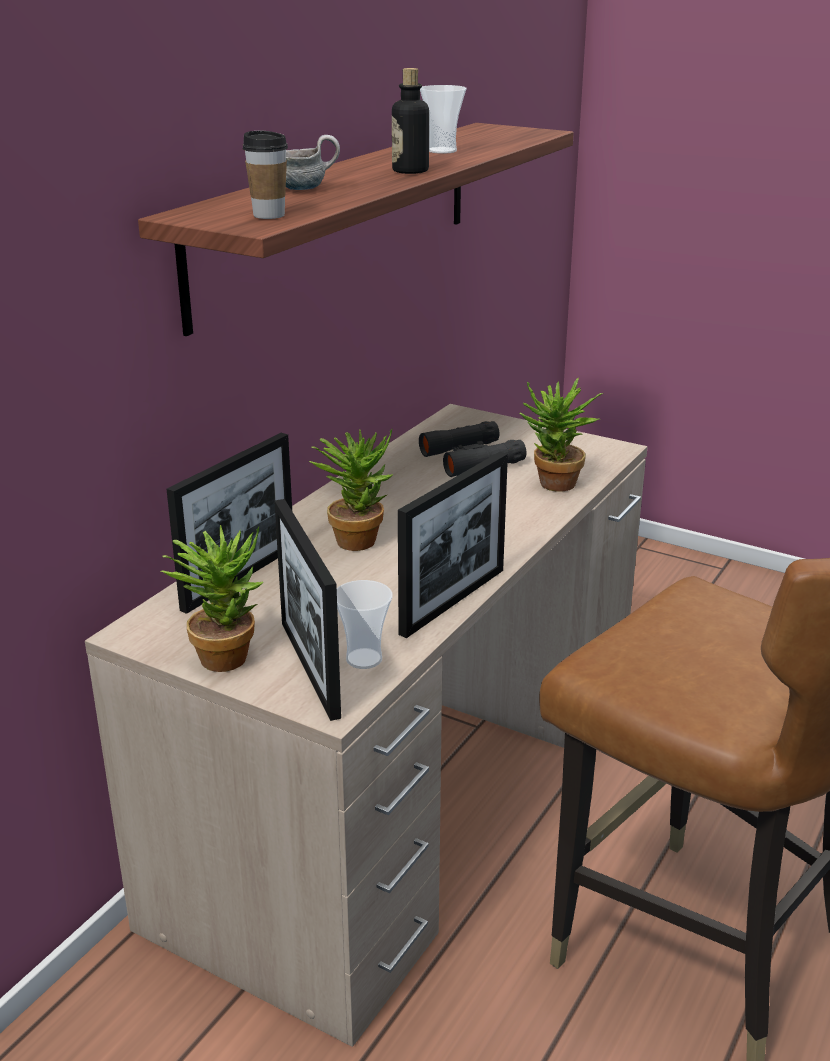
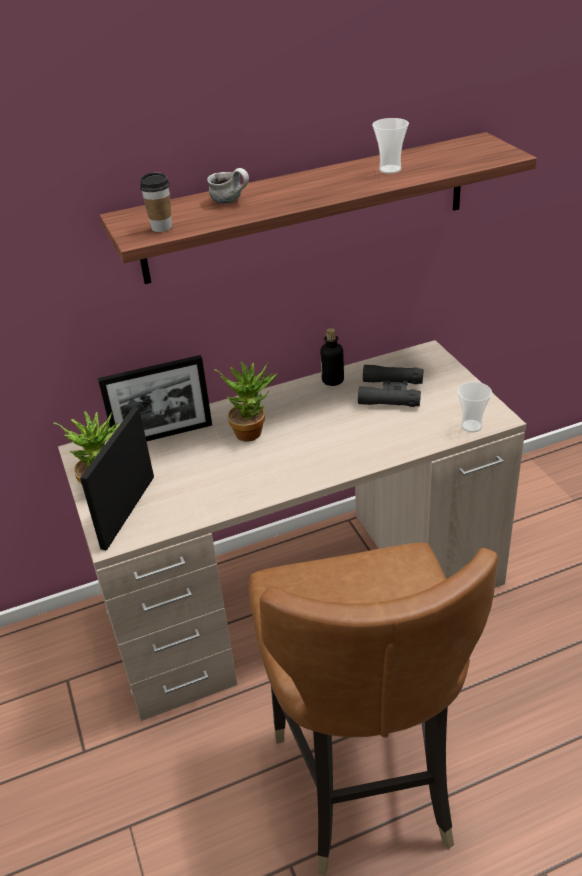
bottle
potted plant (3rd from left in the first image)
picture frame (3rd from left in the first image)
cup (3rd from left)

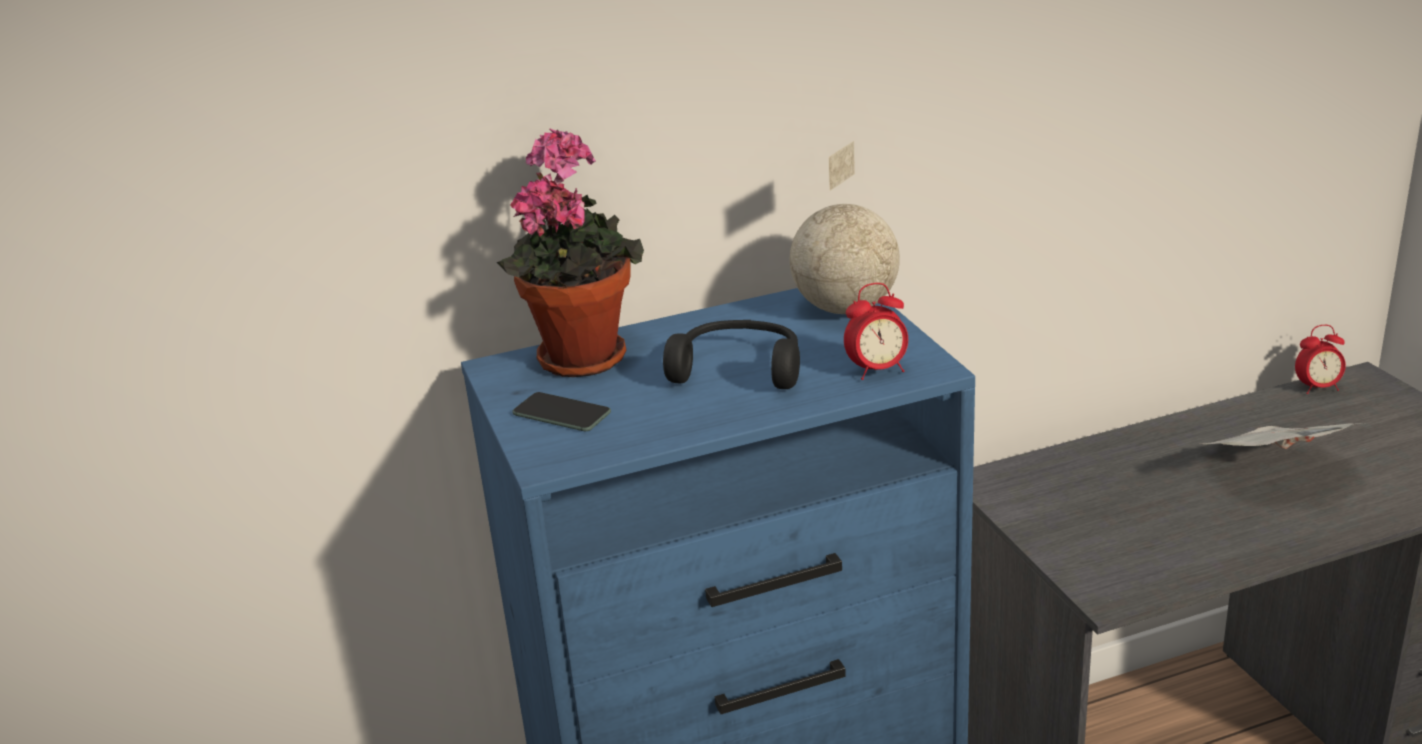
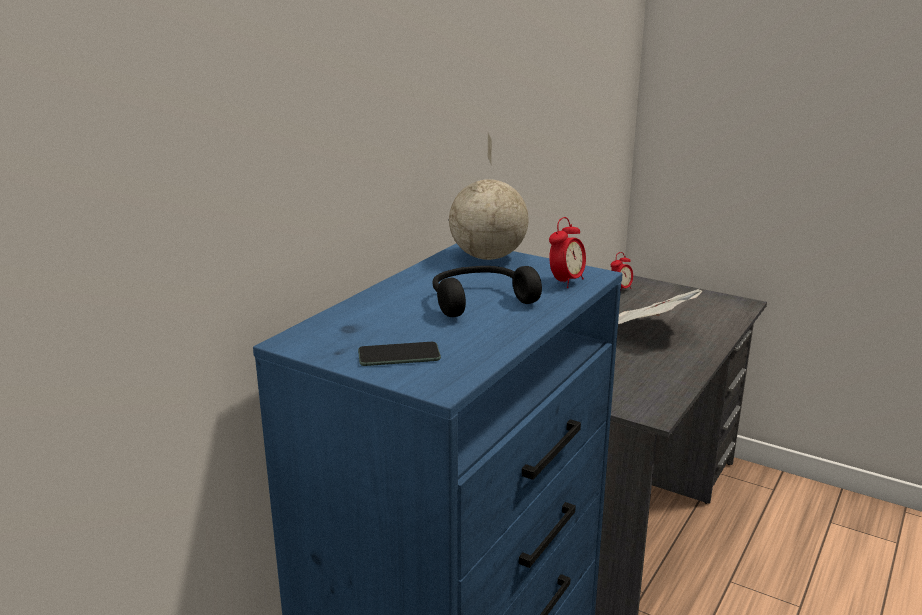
potted plant

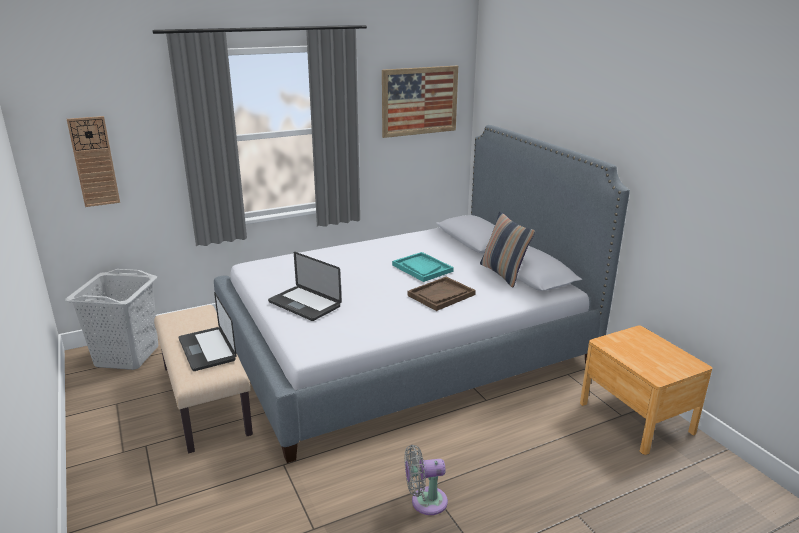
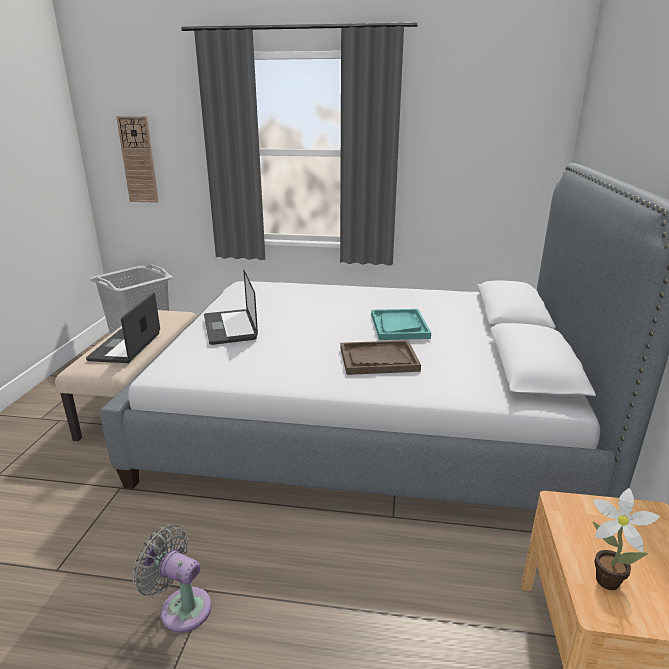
picture
pillow
potted plant

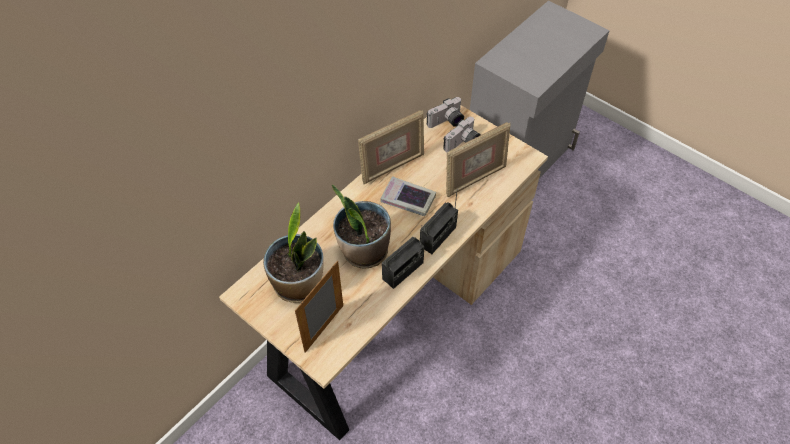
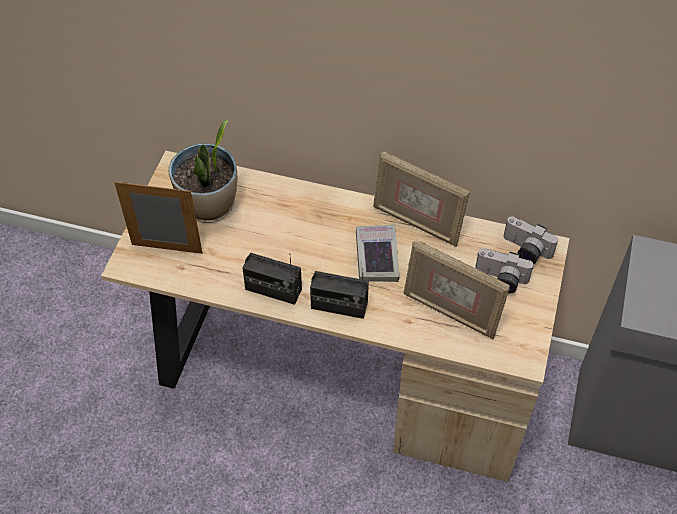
potted plant (2nd from left in the first image)

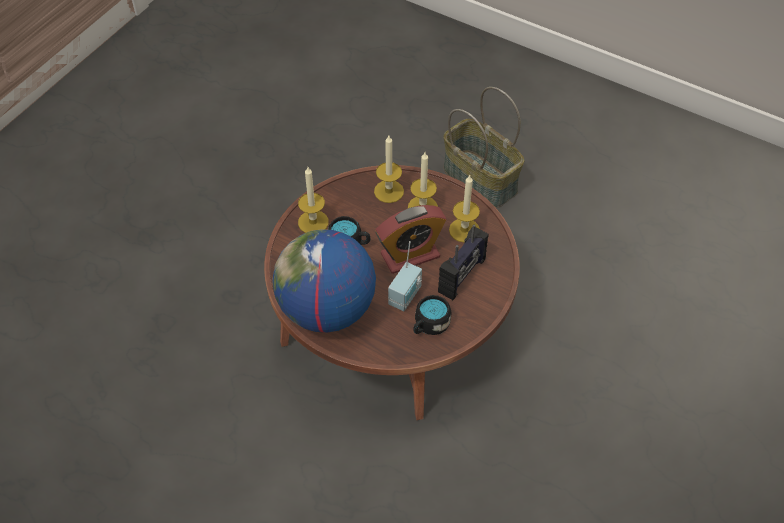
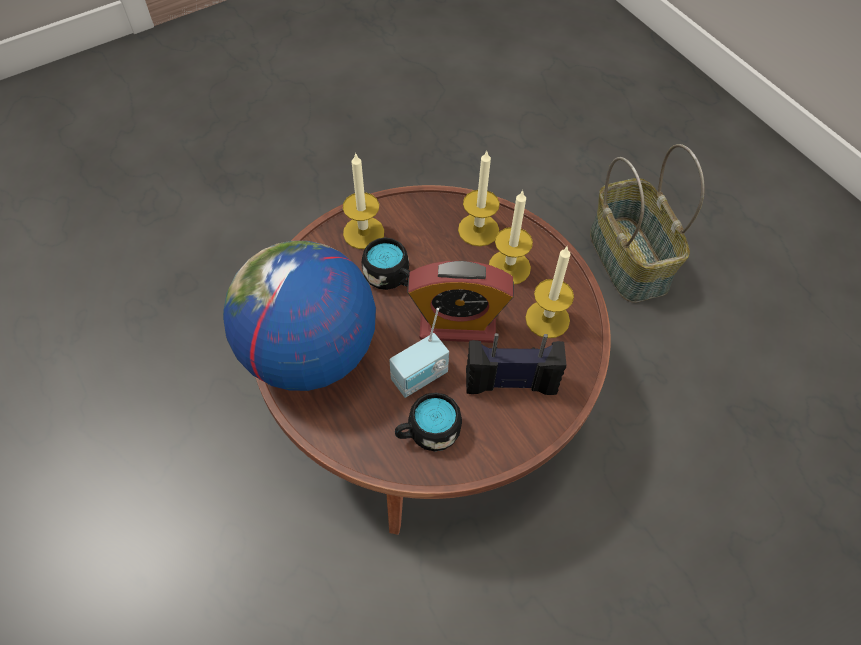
radio (2nd from left)

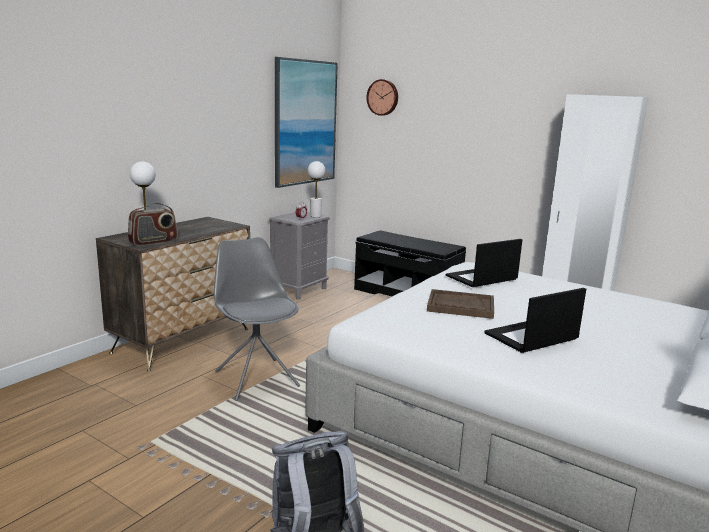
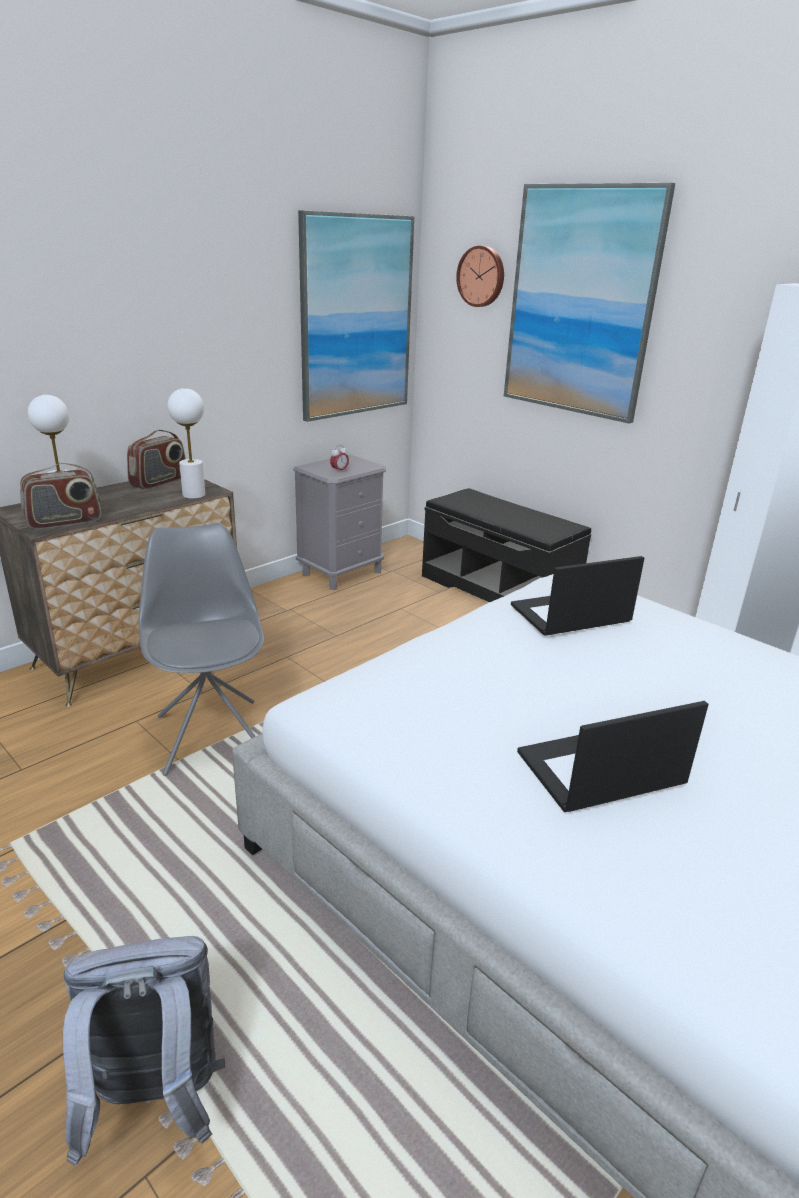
white table lamp (2nd from left)
brown tray
picture (2nd from left)
radio (2nd from left)

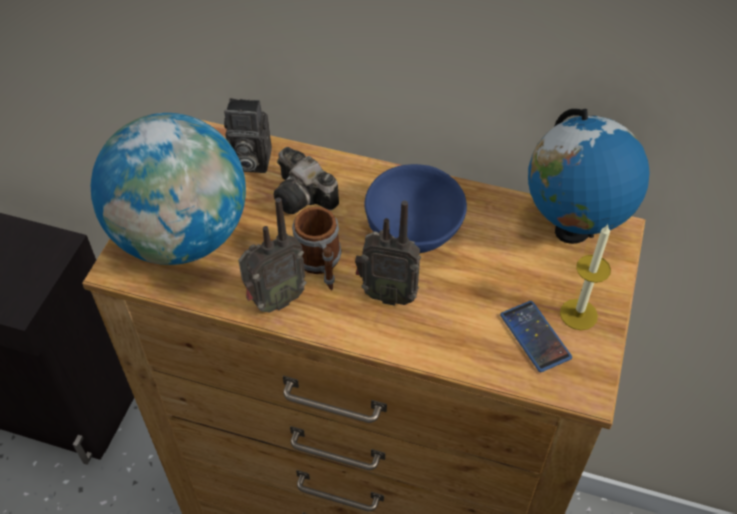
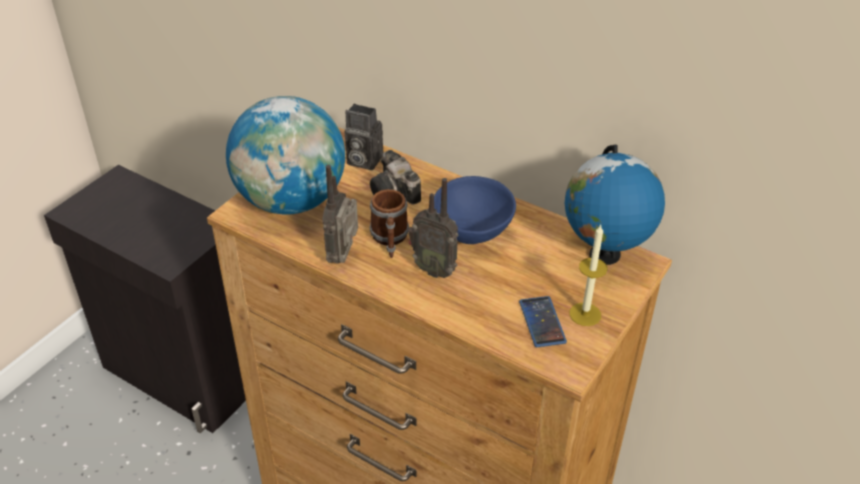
radio (1st from left)

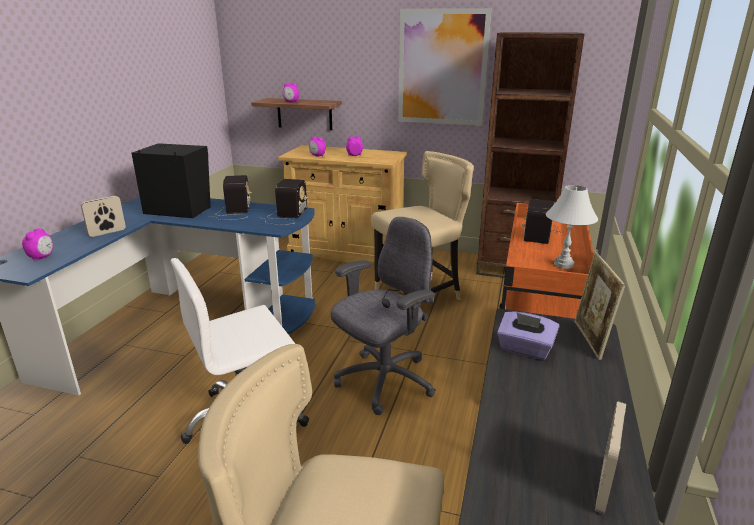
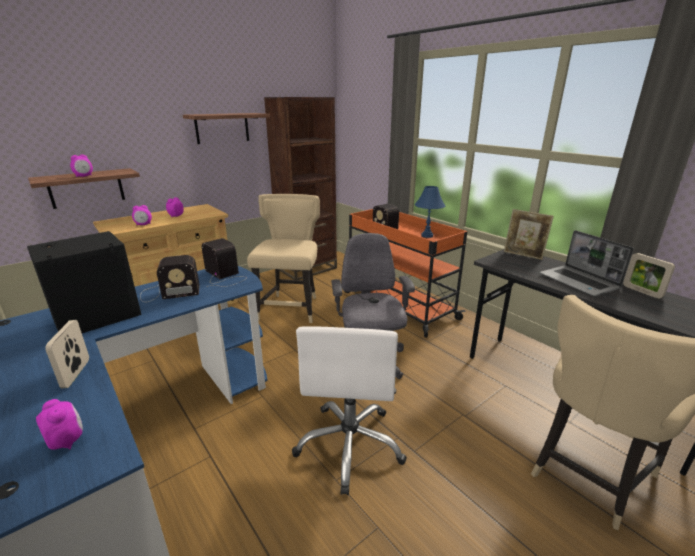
shelf (2nd from left)
radio (1st from left)
blue table lamp
purple tissue box
laptop

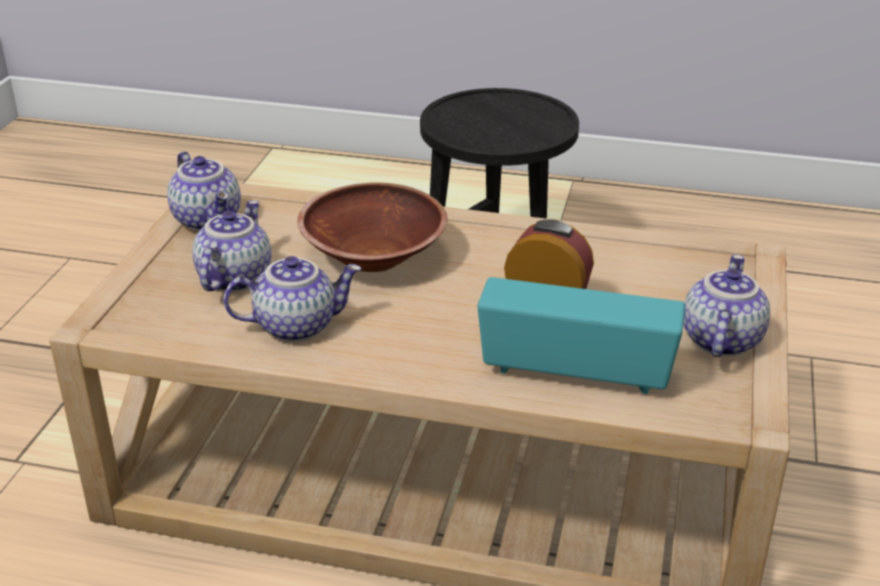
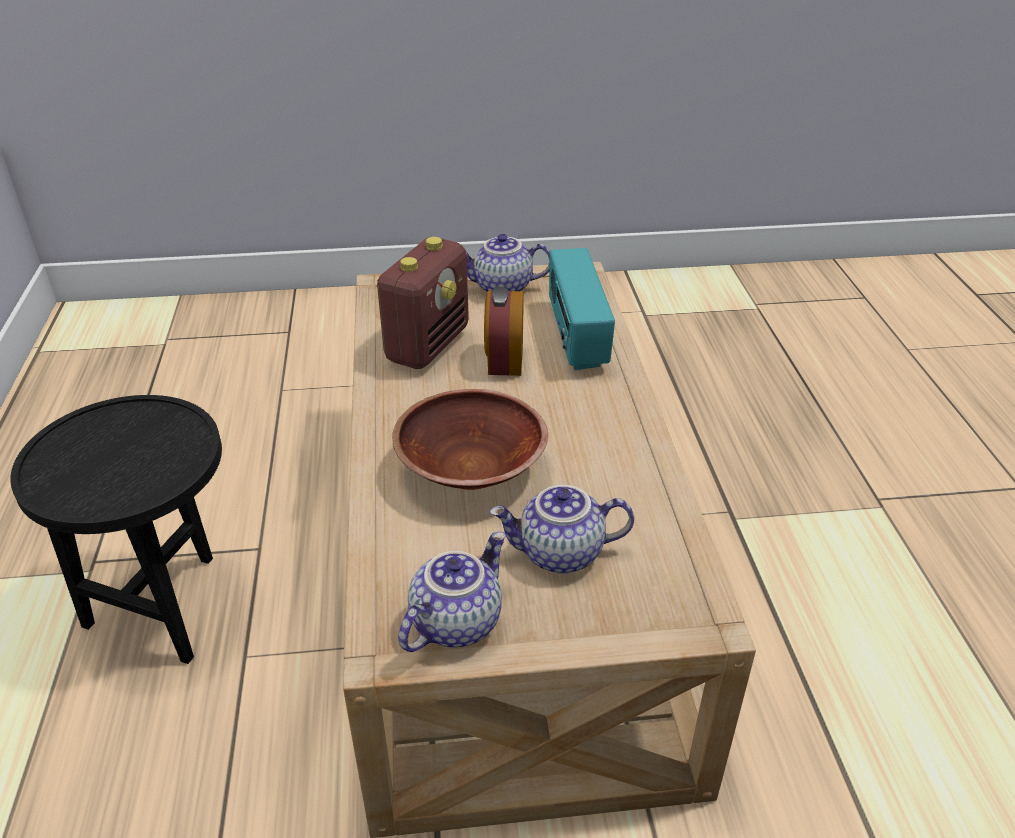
teapot (3rd from left in the first image)
radio (1st from left)

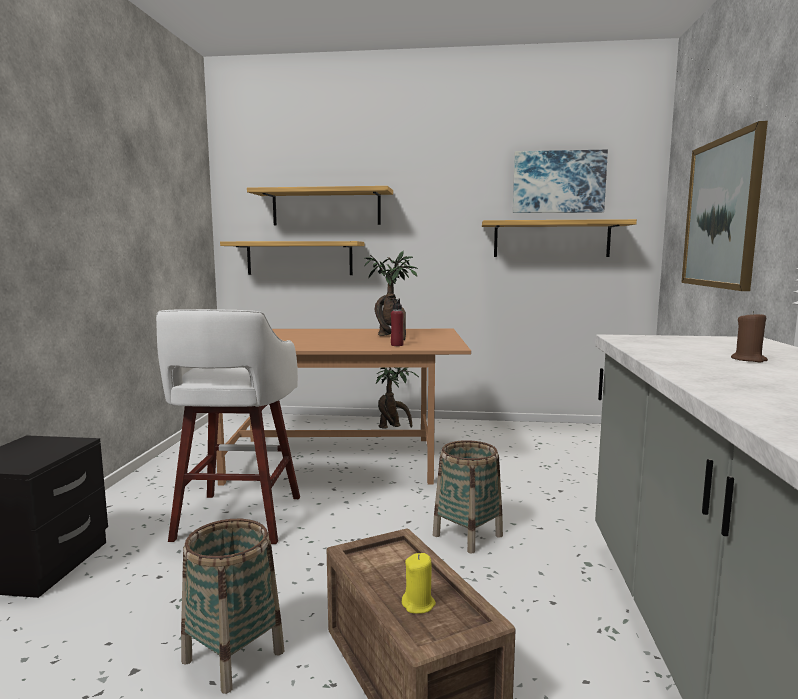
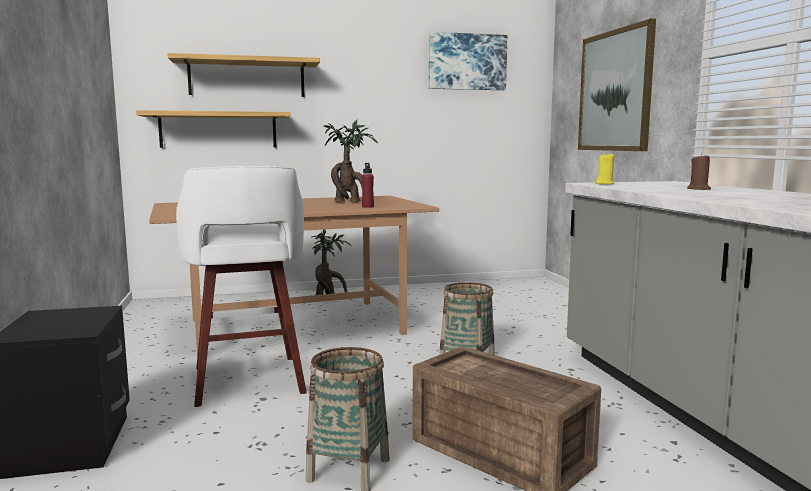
shelf (3rd from left in the first image)
yellow candle

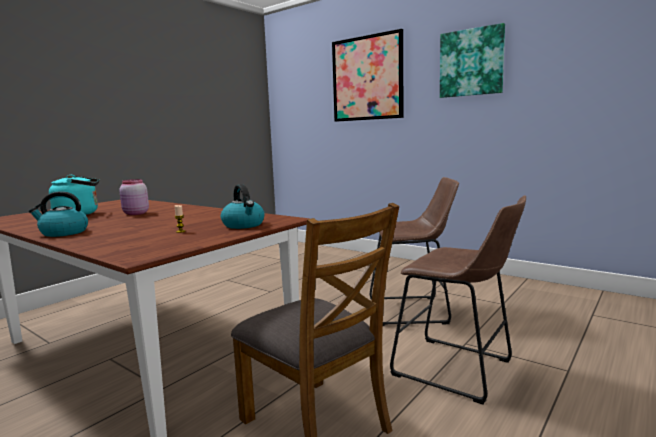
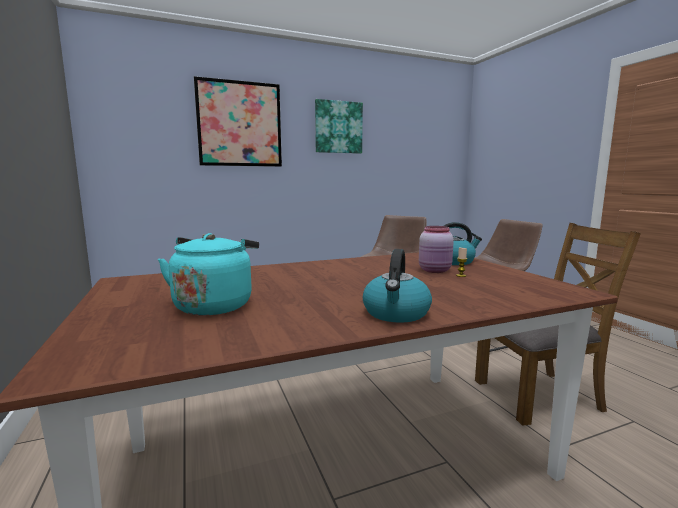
pink jar

